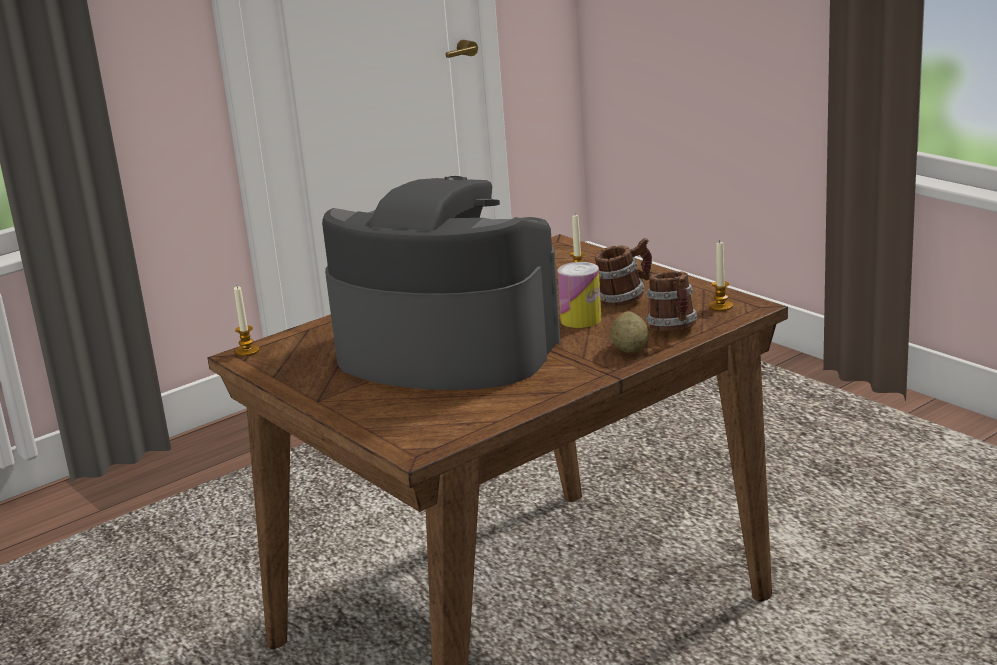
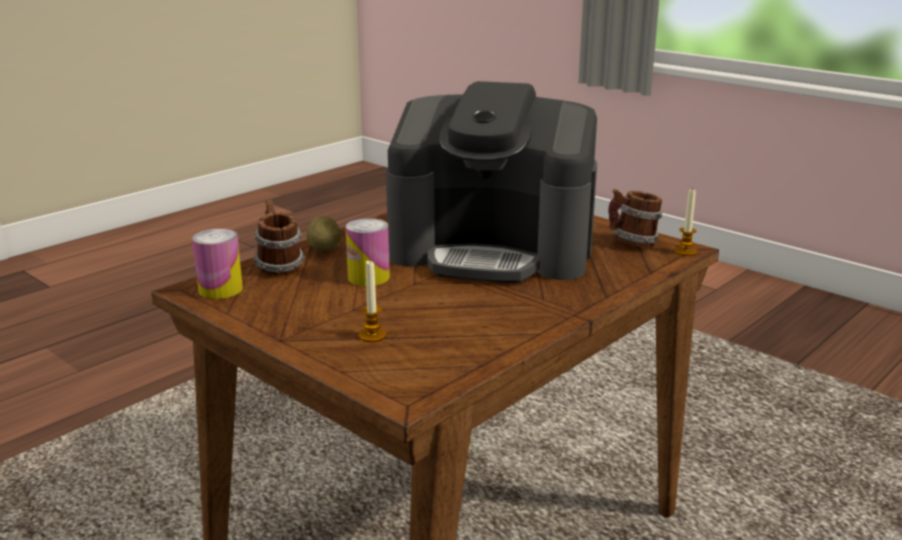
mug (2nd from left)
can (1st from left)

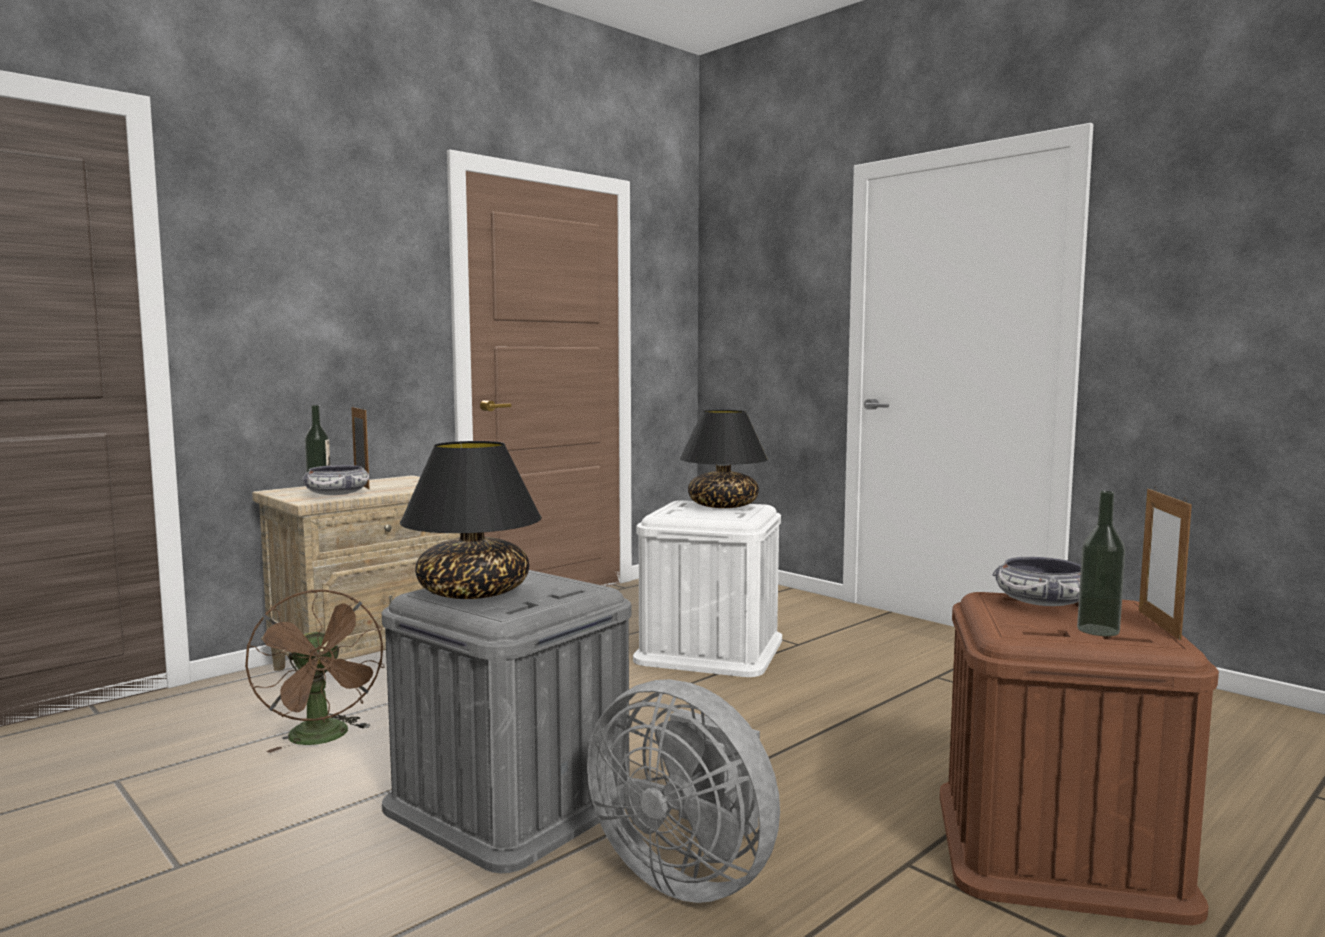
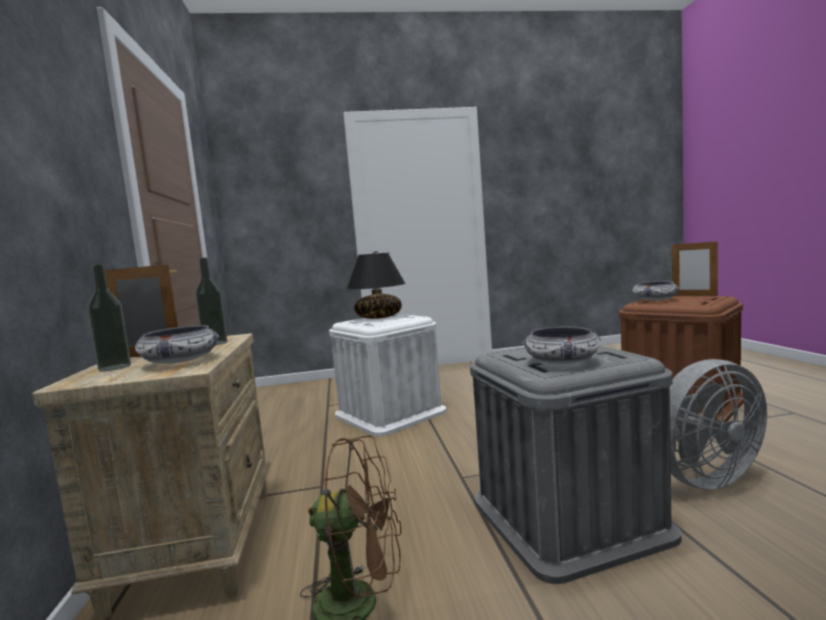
bowl (2nd from left)
bottle (2nd from left)

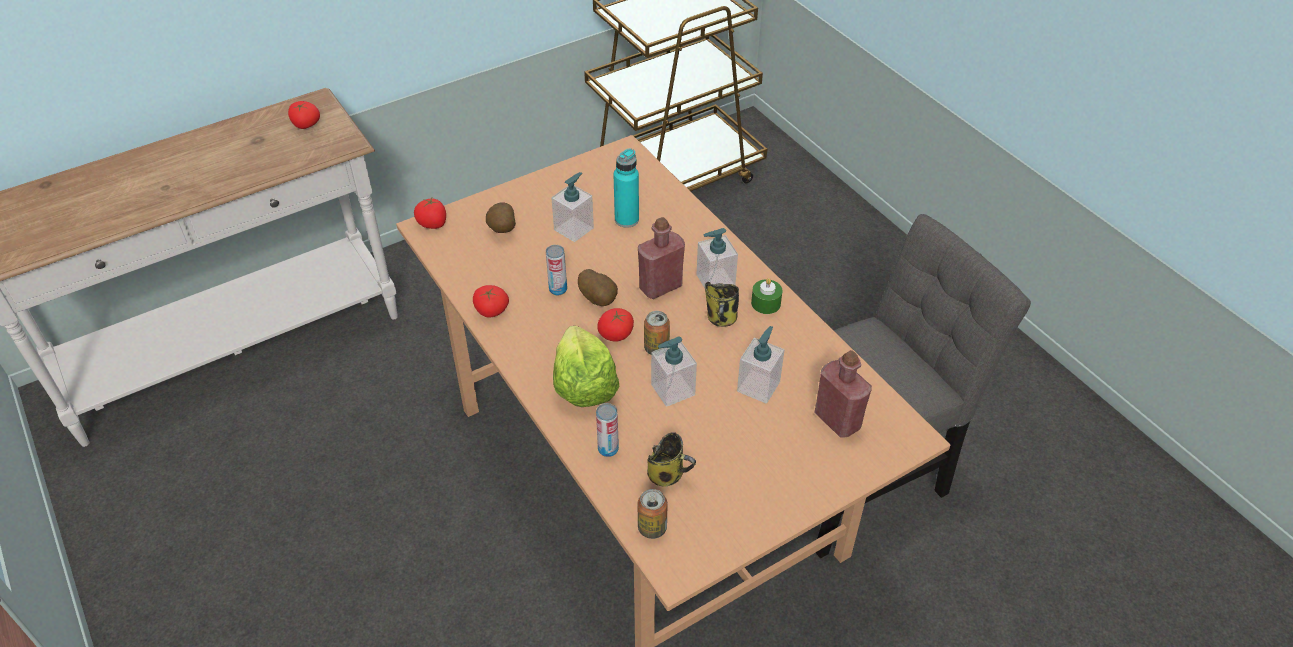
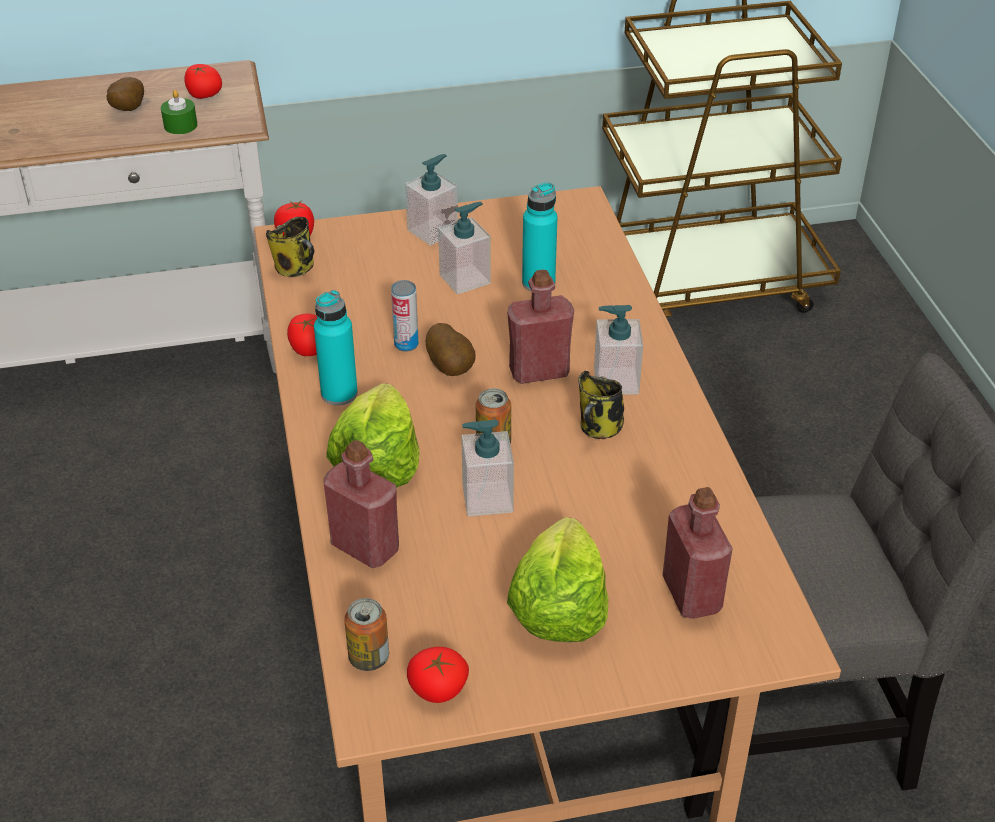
potato (1st from left)
green candle
tomato (4th from left)
soap dispenser (1st from left)
red bottle (1st from left)
mug (1st from left)
turquoise bottle (1st from left)
lettuce (2nd from left)

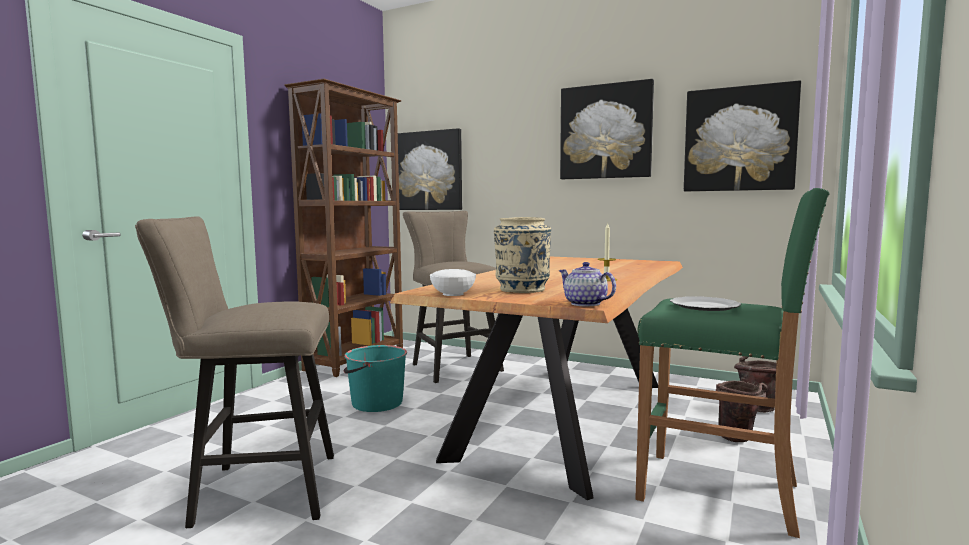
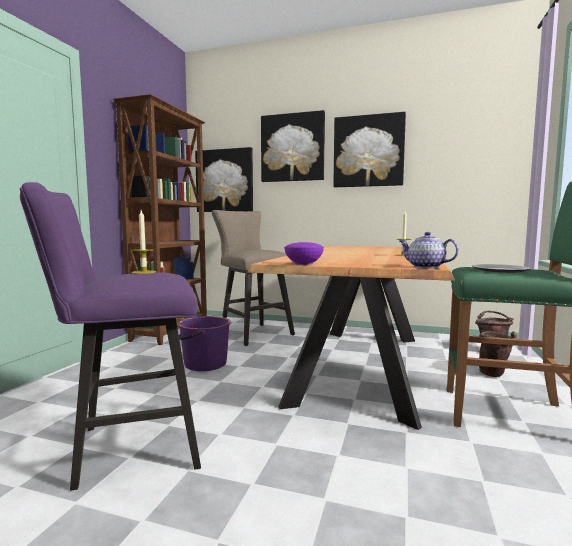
picture (2nd from left)
purple stool
beige vase
purple bowl
purple bucket
candle (1st from left)

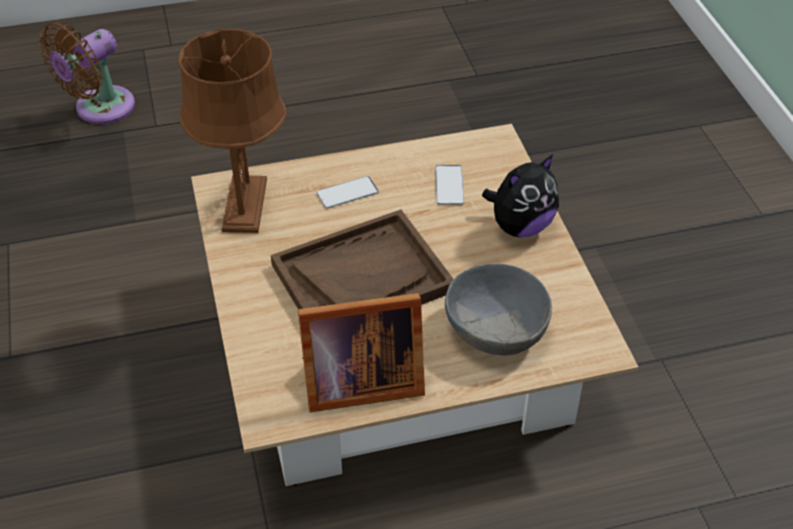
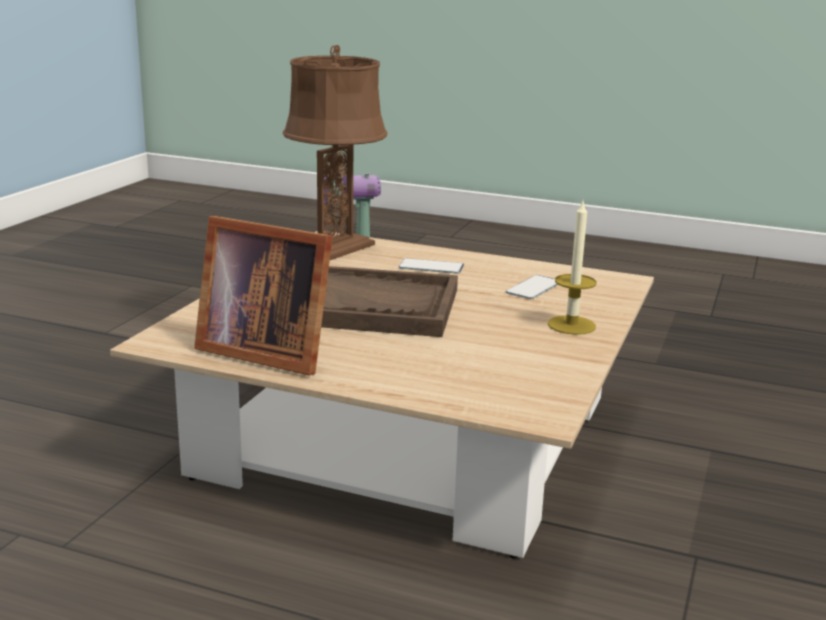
candle
grey bowl

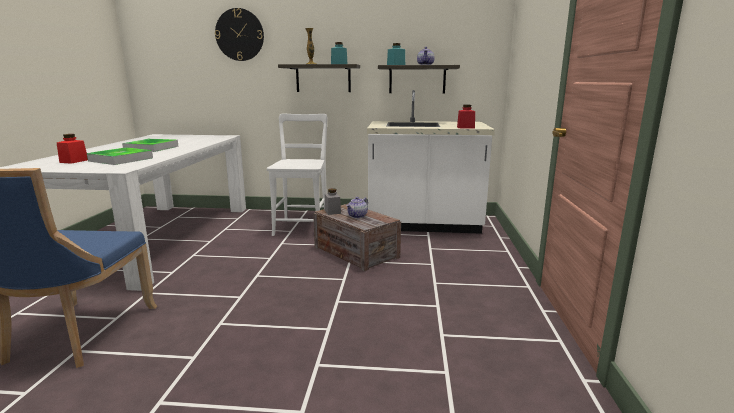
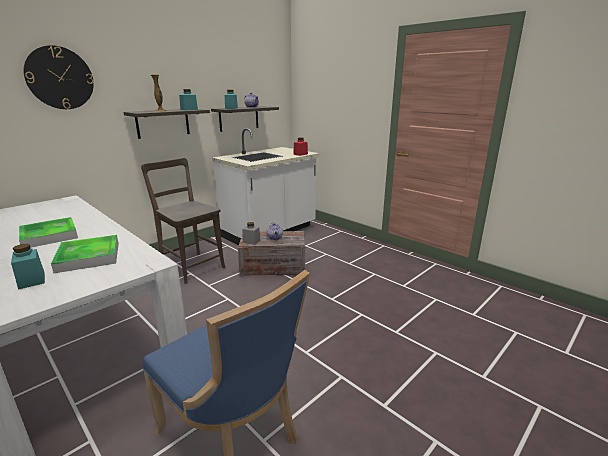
brown chair
turquoise jar (1st from left)

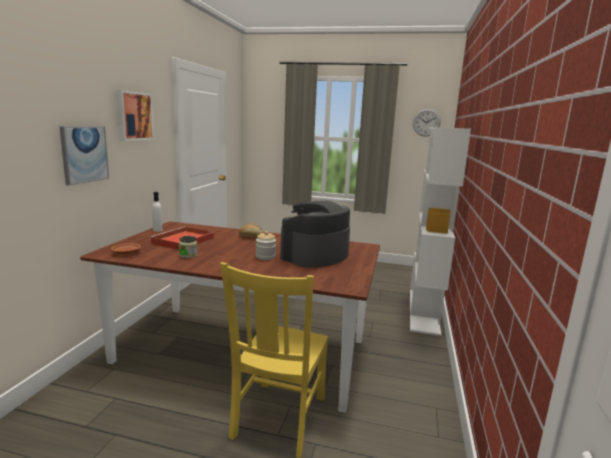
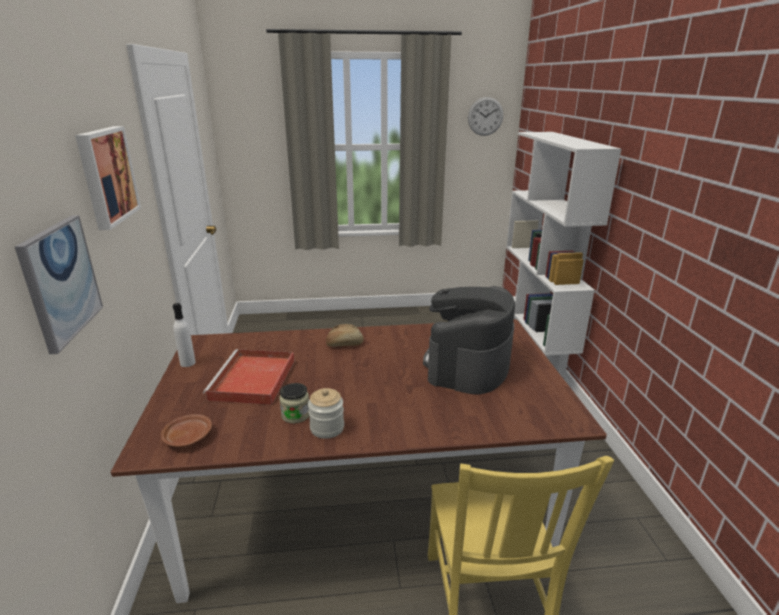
jar (2nd from left)

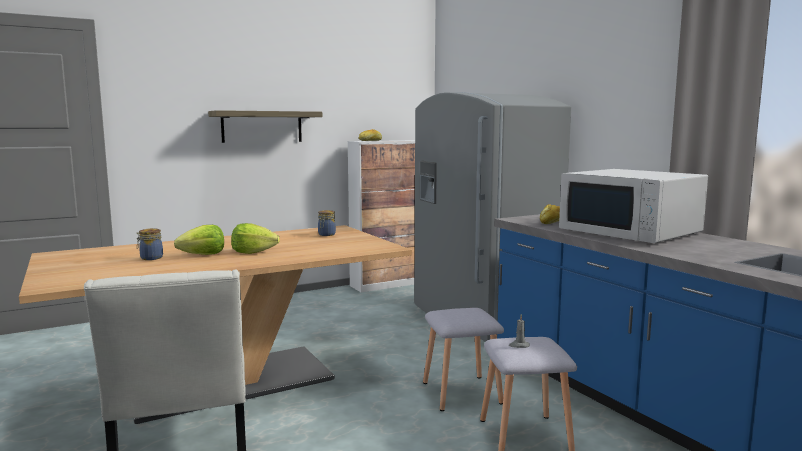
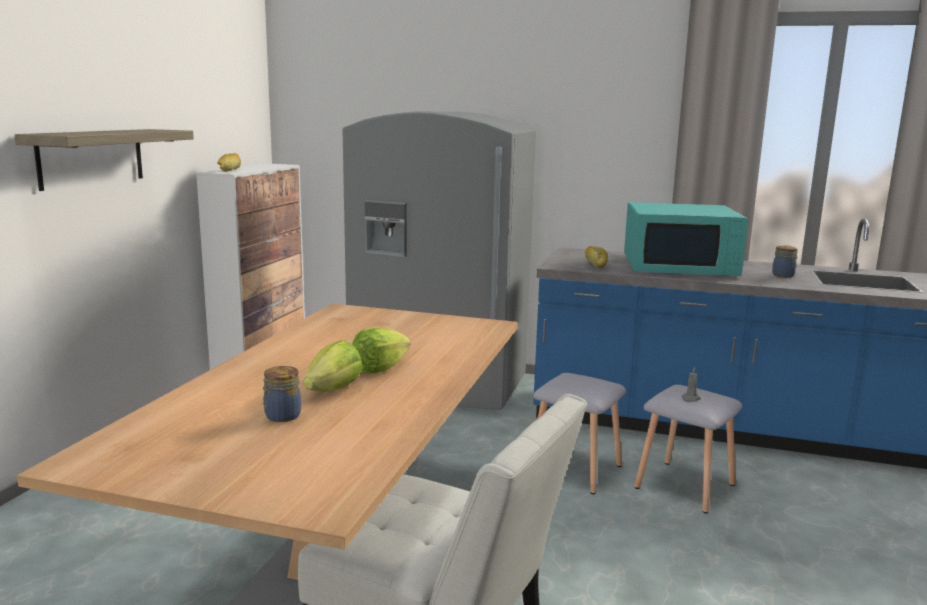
turquoise microwave
jar (2nd from left)

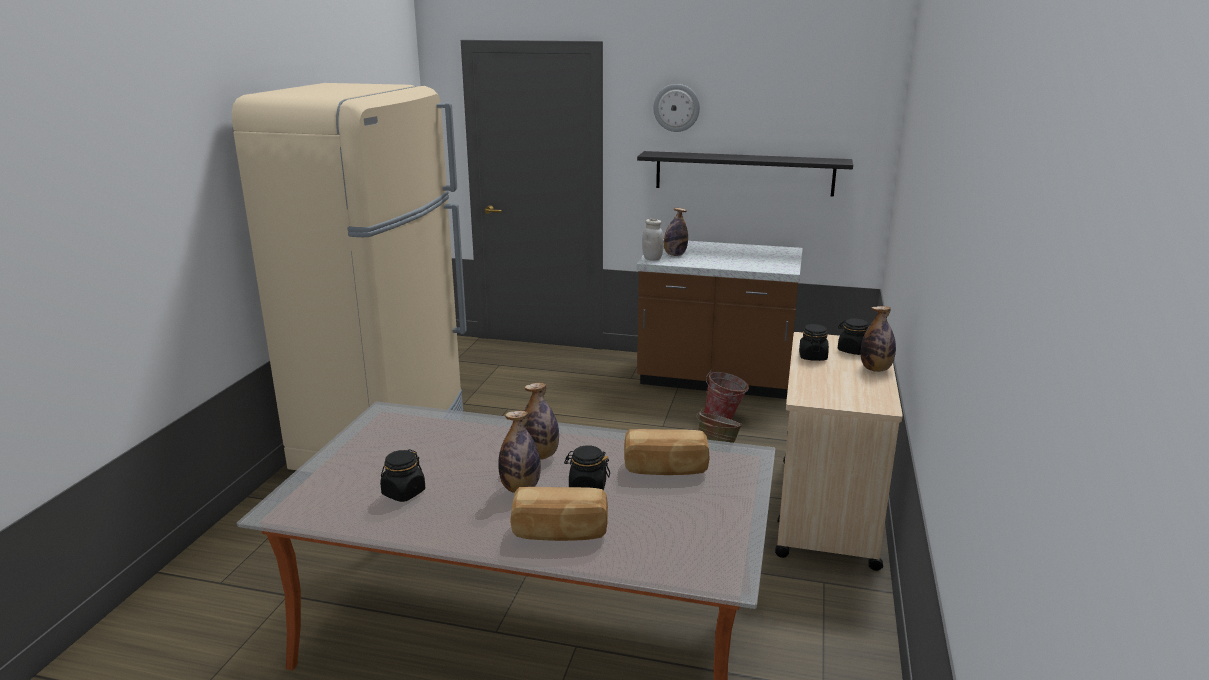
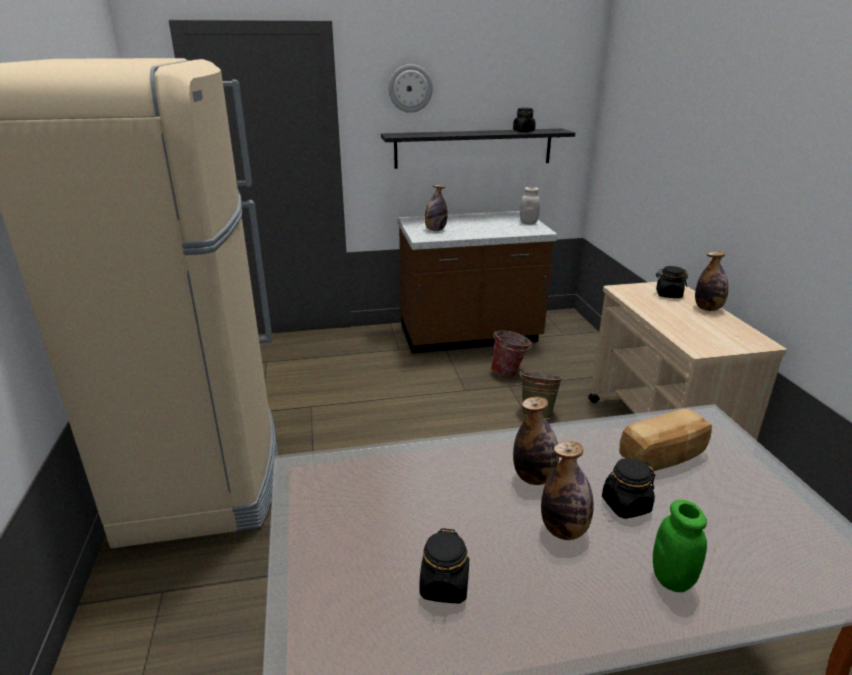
white jar
black jar (2nd from left)
green jar

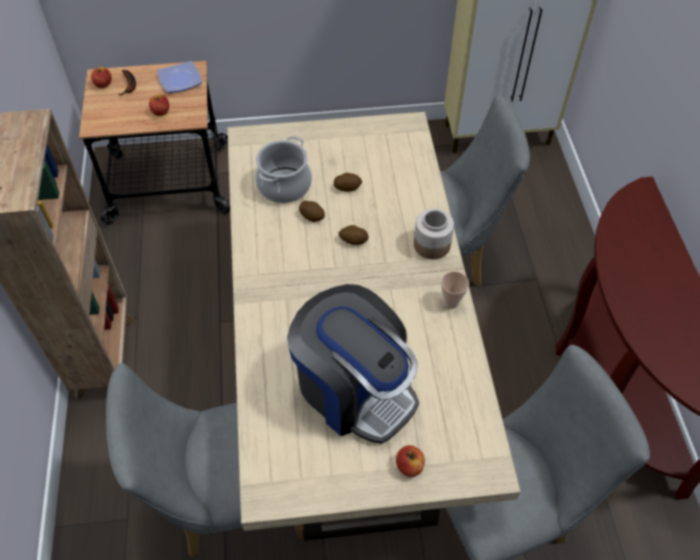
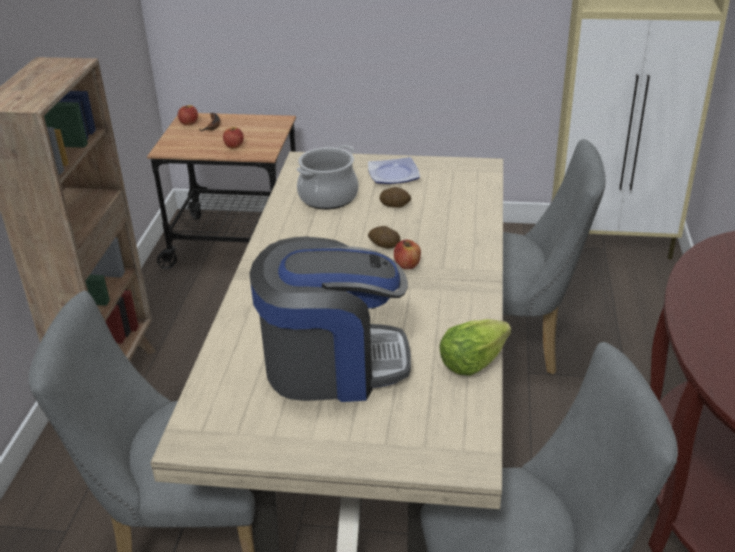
plate
potato (1st from left in the first image)
jar
cup
coffee machine
apple (3rd from left)
lettuce

